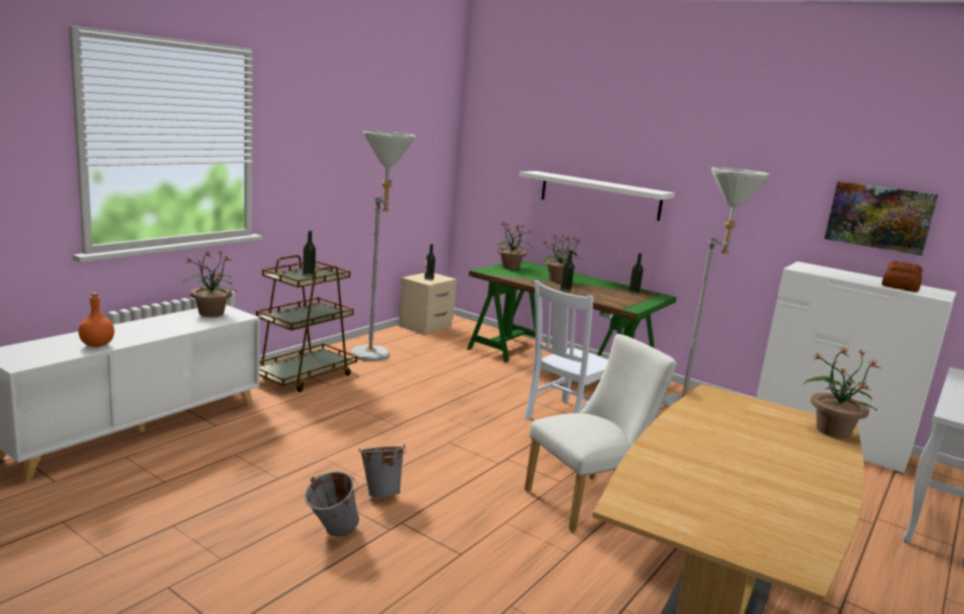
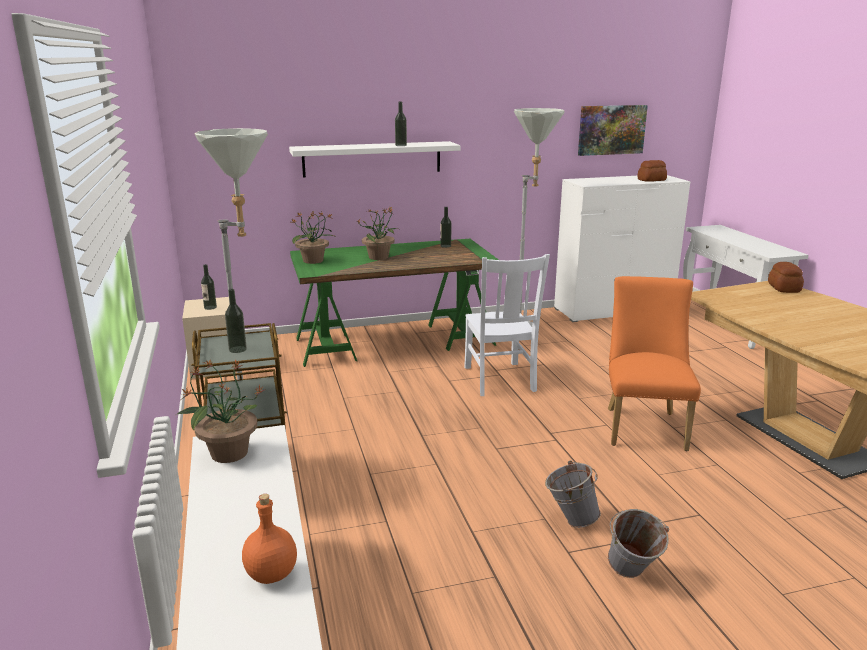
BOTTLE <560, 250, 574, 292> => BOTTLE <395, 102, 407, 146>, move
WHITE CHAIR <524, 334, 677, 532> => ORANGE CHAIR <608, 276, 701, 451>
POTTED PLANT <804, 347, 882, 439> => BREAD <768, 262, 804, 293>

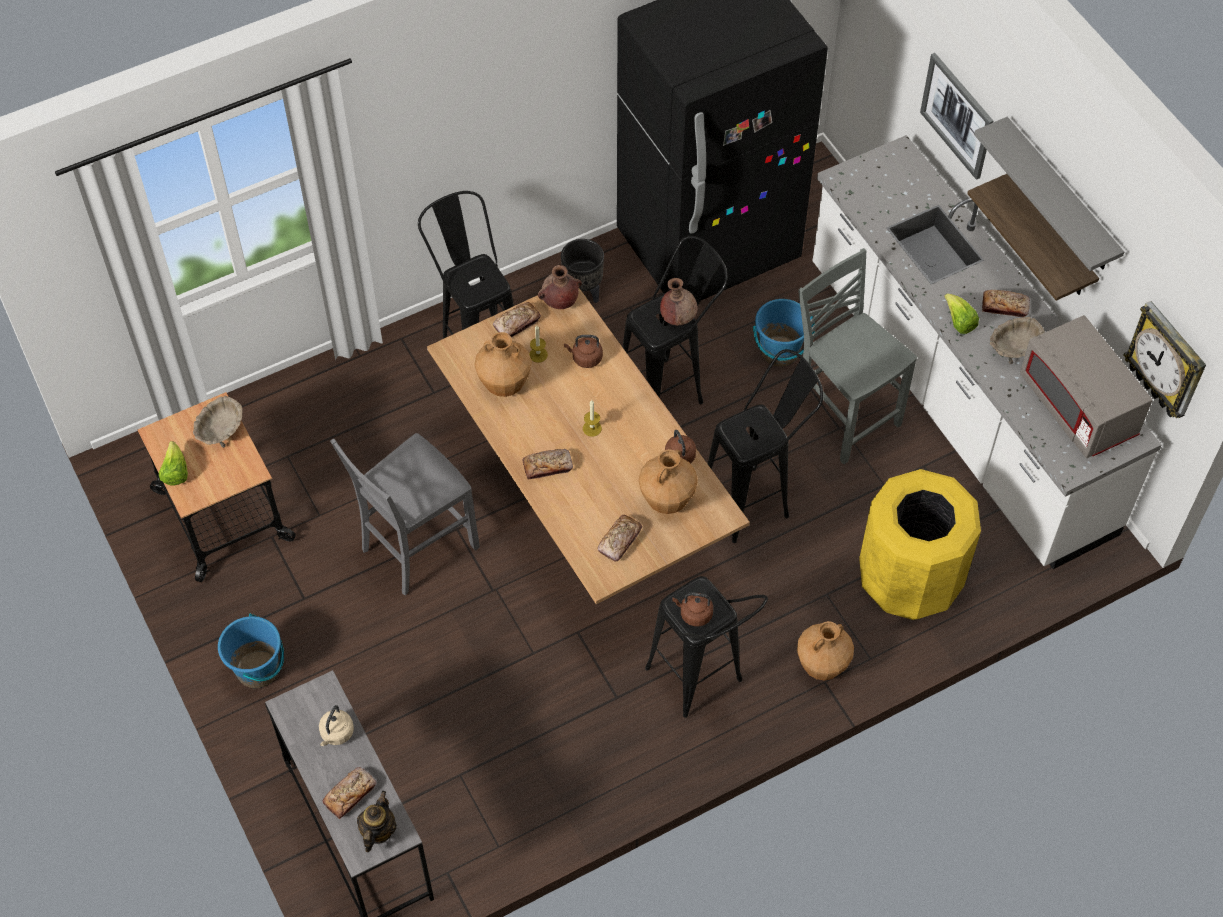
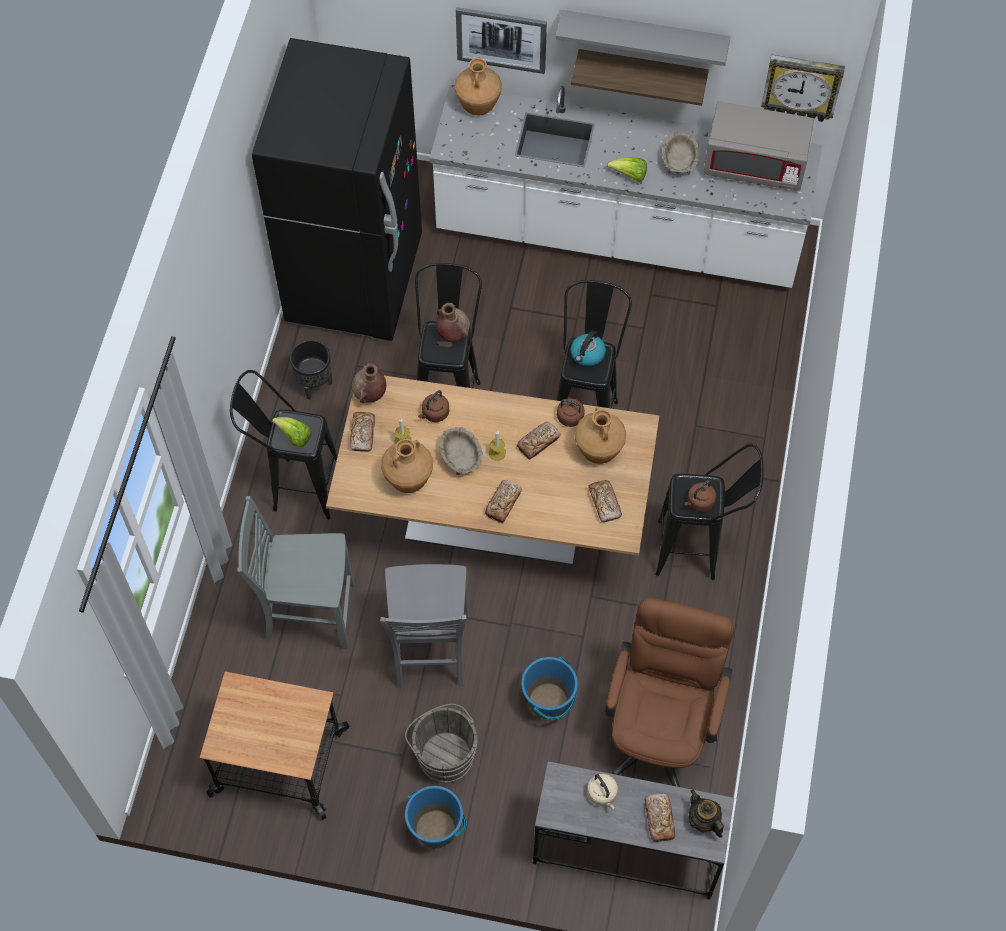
GREY CHAIR <798, 248, 917, 464> => GREY CHAIR <237, 496, 354, 649>, move
LETTUCE <159, 441, 188, 486> => LETTUCE <272, 417, 312, 447>, move
nothing => GREY BUCKET <405, 704, 478, 783>
BEIGE BOWL <193, 396, 242, 448> => BEIGE BOWL <440, 427, 483, 475>, move
BROWN VASE <797, 621, 854, 681> => BROWN VASE <454, 57, 502, 116>, move
BREAD <982, 290, 1030, 317> => BREAD <517, 422, 561, 460>, move
BLUE BUCKET <753, 299, 815, 367> => BLUE BUCKET <521, 656, 578, 719>, move
nothing => KETTLE <571, 330, 606, 367>
nothing => BROWN OFFICE CHAIR <605, 598, 734, 787>
YELLOW TRASH CAN <859, 469, 981, 620> => nothing

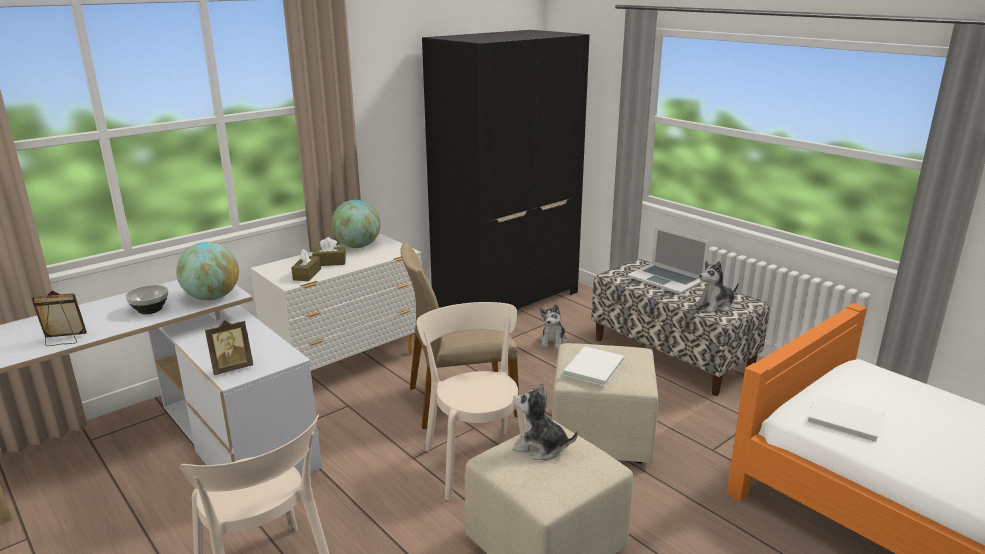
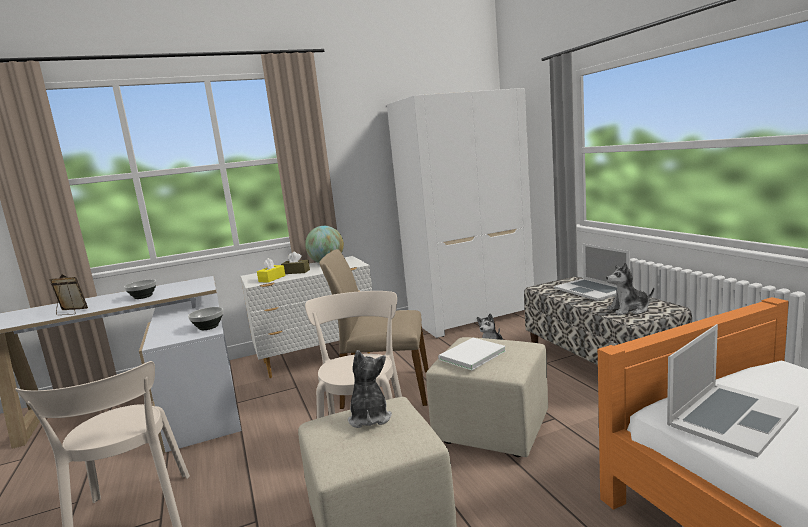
nothing => BOWL <188, 307, 223, 330>
BROWN TISSUE BOX <291, 249, 321, 281> => YELLOW TISSUE BOX <257, 258, 286, 283>
PLUSH TOY <513, 383, 578, 460> => PLUSH TOY <348, 350, 392, 428>, 45 degrees clockwise
BLACK WARDROBE <422, 30, 590, 309> => WHITE WARDROBE <387, 88, 534, 338>
WHITE BOOK <807, 394, 885, 443> => LAPTOP <667, 324, 799, 458>
GLOBE <176, 242, 239, 300> => nothing
PICTURE FRAME <205, 320, 253, 375> => nothing

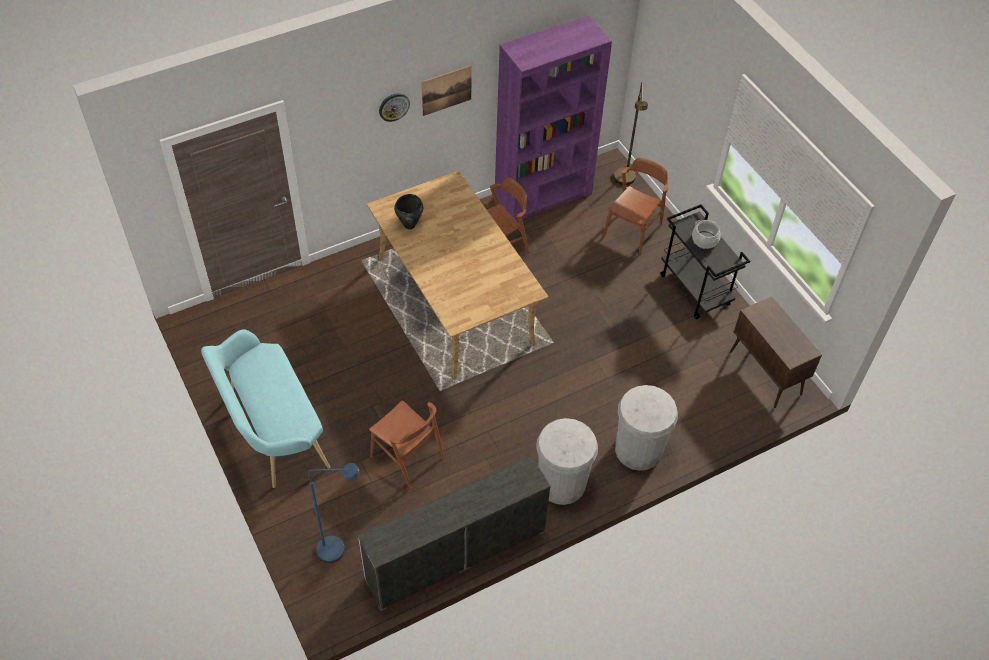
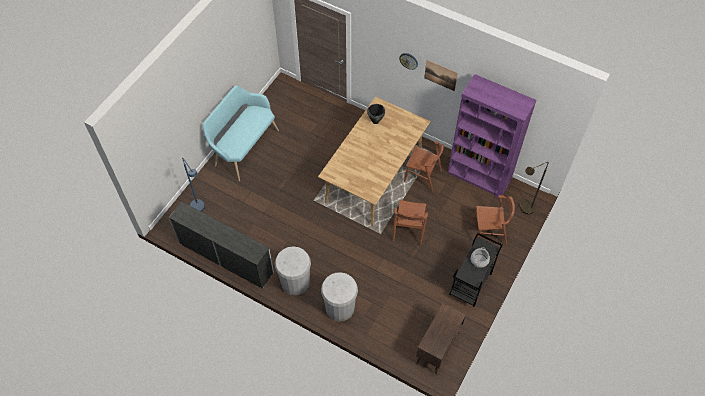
BROWN CHAIR <369, 401, 444, 490> => BROWN CHAIR <393, 200, 428, 246>, move

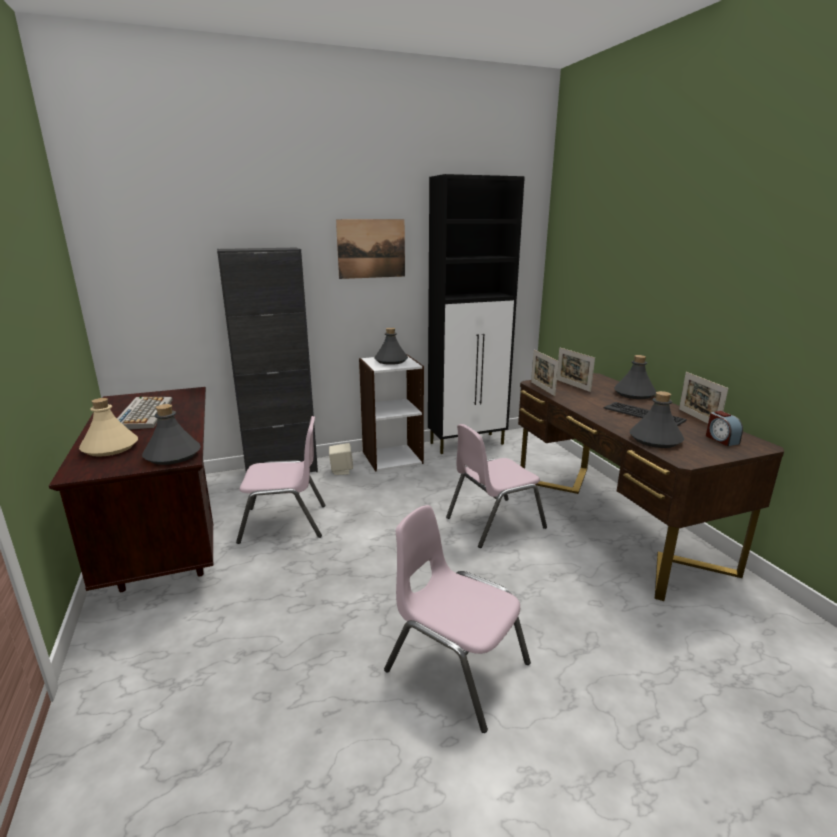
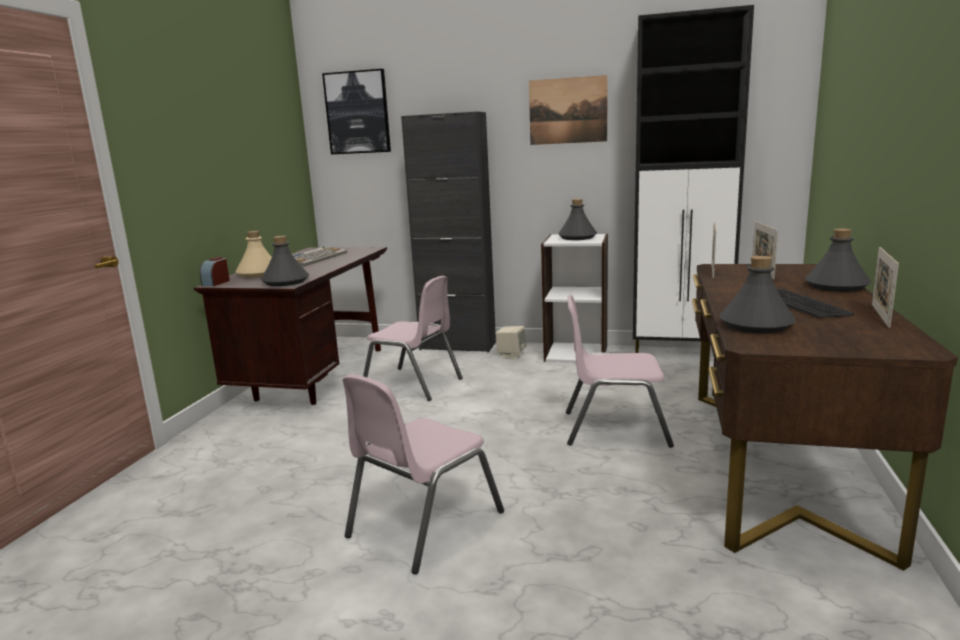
ALARM CLOCK <706, 411, 743, 446> => ALARM CLOCK <199, 257, 230, 286>, move
nothing => PICTURE <322, 69, 391, 154>
PINK CHAIR <384, 505, 531, 733> => PINK CHAIR <343, 374, 504, 574>, 120 degrees counterclockwise

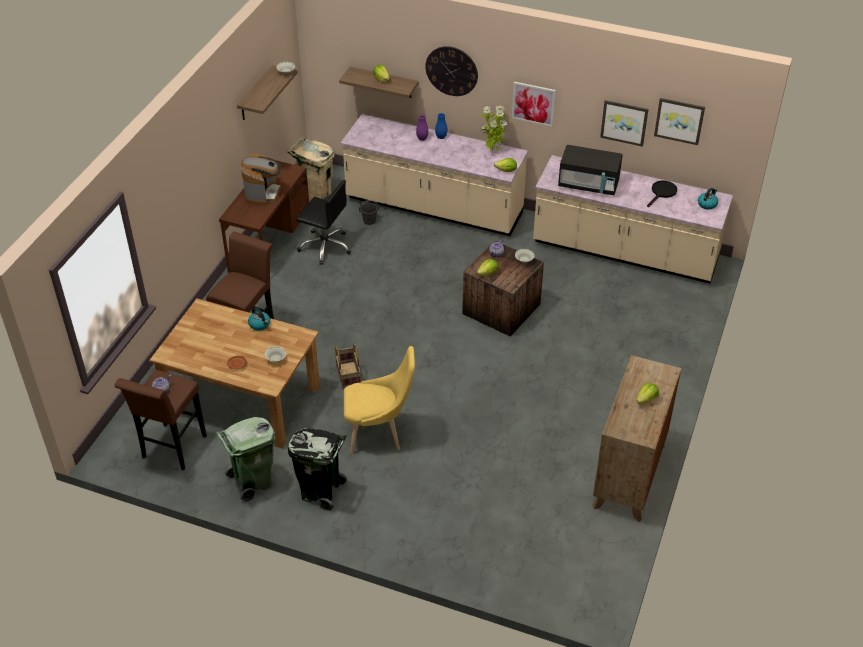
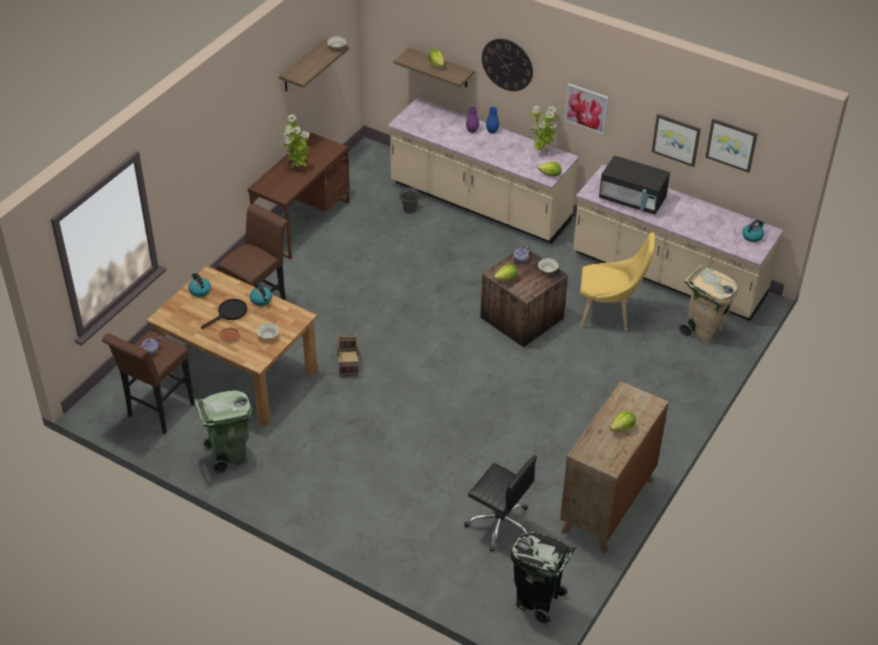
nothing => KETTLE <189, 273, 211, 297>
BLACK FRYING PAN <647, 180, 677, 207> => BLACK FRYING PAN <201, 299, 247, 329>, move
COFFEE MACHINE <241, 153, 281, 205> => POTTED PLANT <283, 114, 310, 168>
BLACK OFFICE CHAIR <296, 180, 351, 265> => BLACK OFFICE CHAIR <464, 455, 537, 552>, move
BLACK TRASH CAN <288, 428, 347, 512> => BLACK TRASH CAN <511, 532, 576, 625>, move
YELLOW CHAIR <344, 346, 415, 454> => YELLOW CHAIR <580, 232, 655, 332>, move
BEIGE TRASH CAN <287, 137, 334, 201> => BEIGE TRASH CAN <679, 264, 738, 344>, move

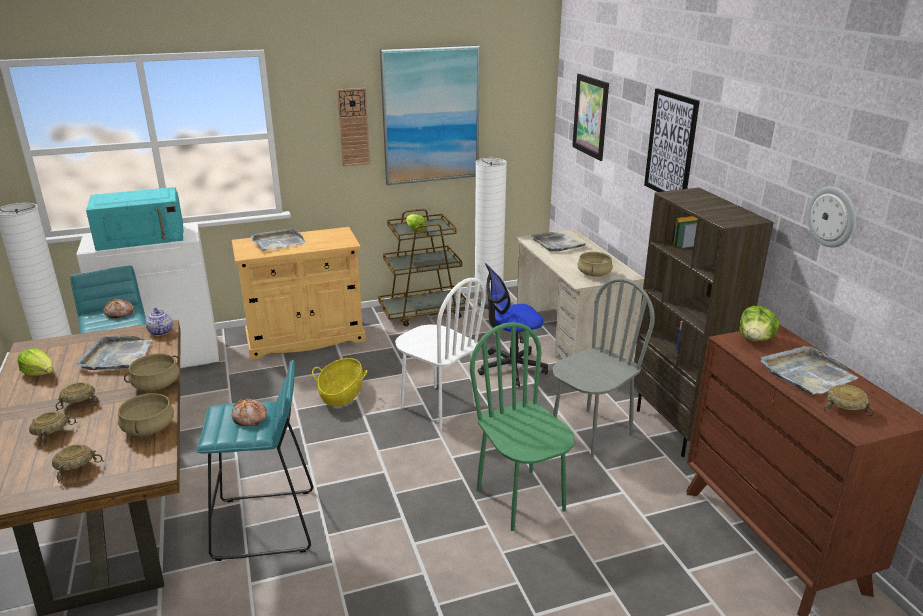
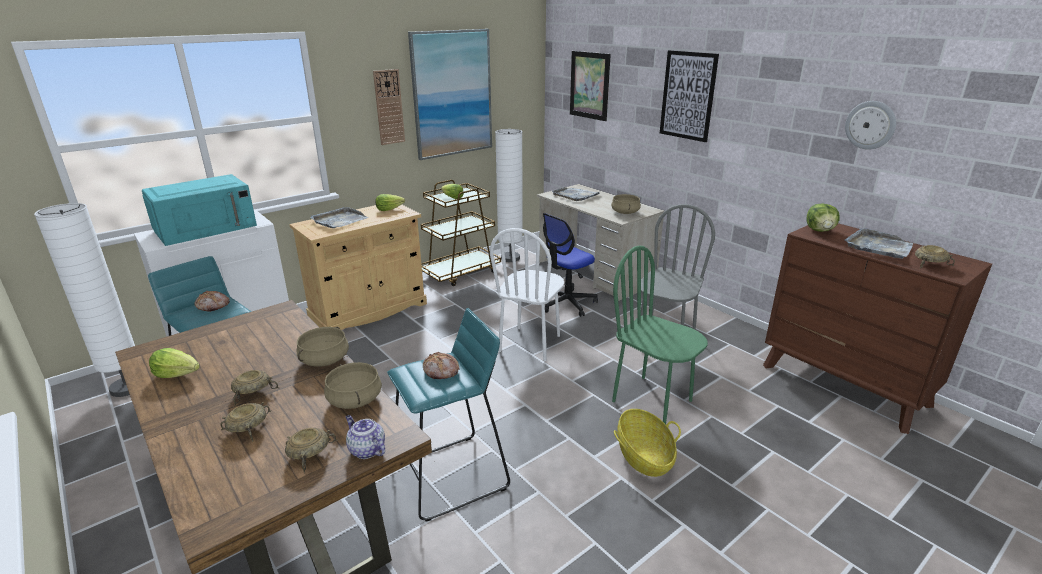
TEAPOT <146, 308, 173, 336> => TEAPOT <346, 415, 385, 459>, move
nothing => LETTUCE <375, 194, 405, 211>
WHITE CHAIR <395, 278, 486, 430> => WHITE CHAIR <490, 228, 564, 361>, 90 degrees clockwise
BASKET <312, 358, 367, 407> => BASKET <614, 409, 681, 477>, move
GREY TRAY <76, 336, 152, 370> => nothing
BROWN BOOKCASE <634, 188, 774, 457> => nothing

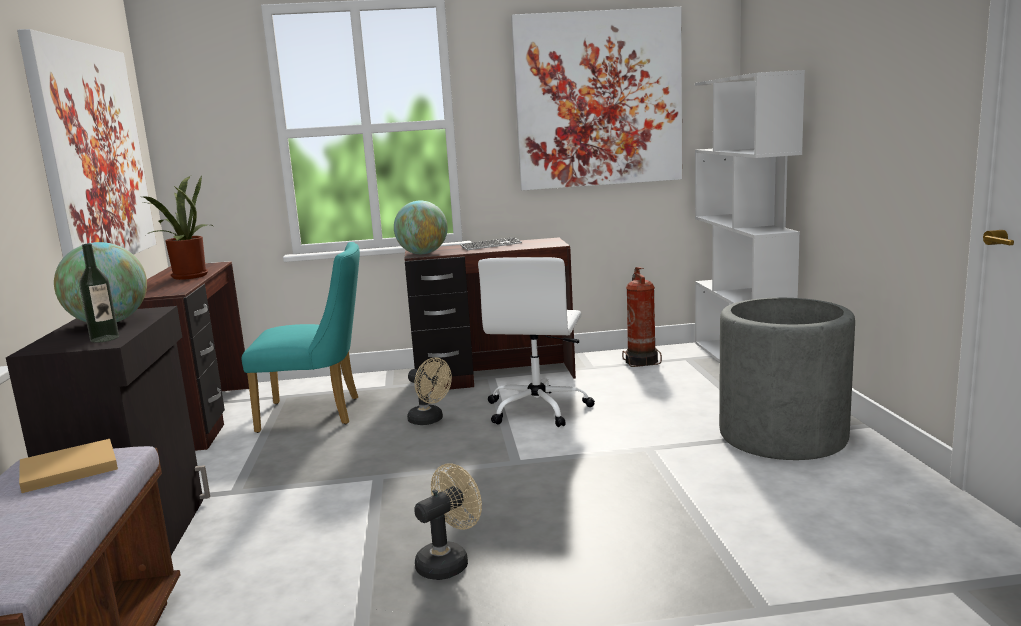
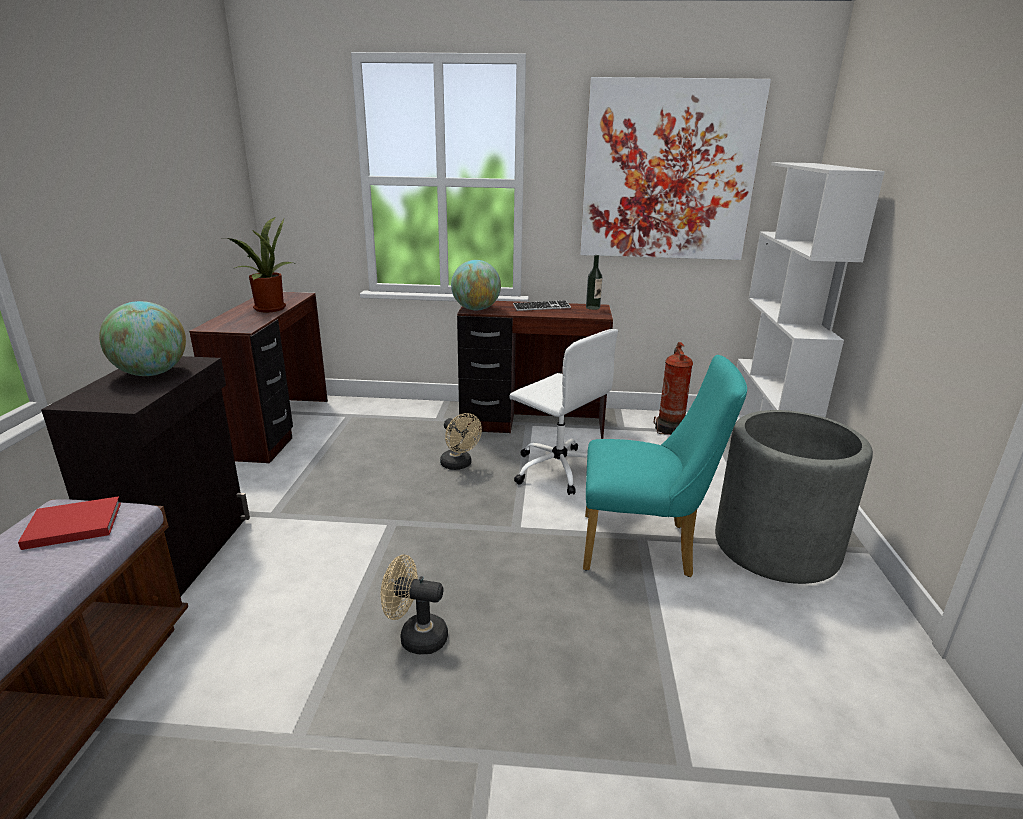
BEIGE BOOK <19, 439, 118, 493> => RED BOOK <18, 496, 121, 550>
BEIGE FAN <415, 463, 482, 580> => BEIGE FAN <381, 555, 448, 655>, 135 degrees counterclockwise
WHITE OFFICE CHAIR <478, 257, 595, 427> => WHITE OFFICE CHAIR <509, 329, 618, 495>, 75 degrees counterclockwise
TURQUOISE CHAIR <242, 242, 360, 433> => TURQUOISE CHAIR <583, 355, 747, 577>, move
BOTTLE <79, 243, 119, 343> => BOTTLE <586, 255, 602, 310>, move
PICTURE <17, 29, 156, 258> => nothing

